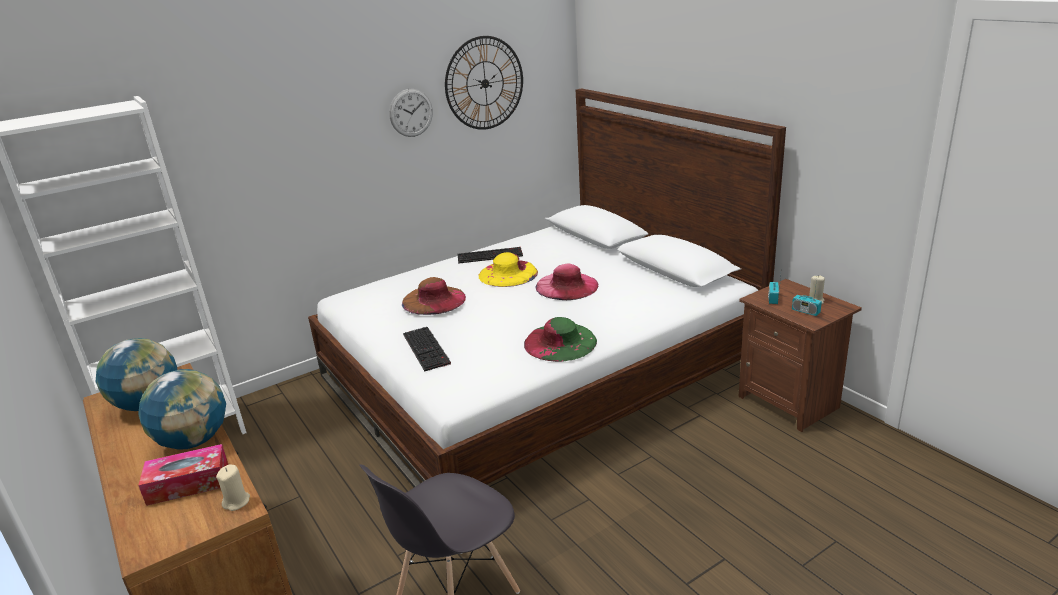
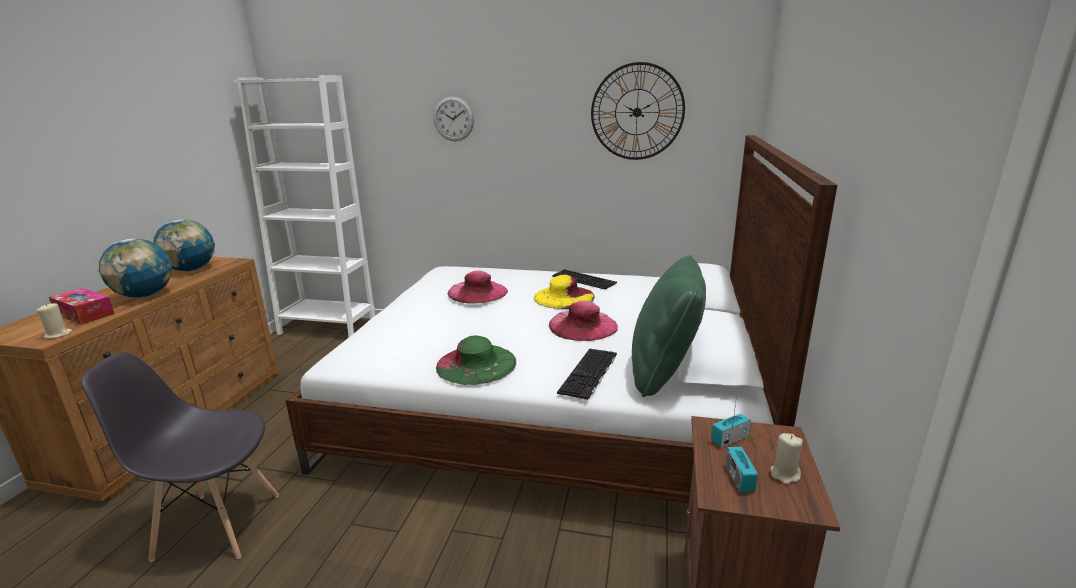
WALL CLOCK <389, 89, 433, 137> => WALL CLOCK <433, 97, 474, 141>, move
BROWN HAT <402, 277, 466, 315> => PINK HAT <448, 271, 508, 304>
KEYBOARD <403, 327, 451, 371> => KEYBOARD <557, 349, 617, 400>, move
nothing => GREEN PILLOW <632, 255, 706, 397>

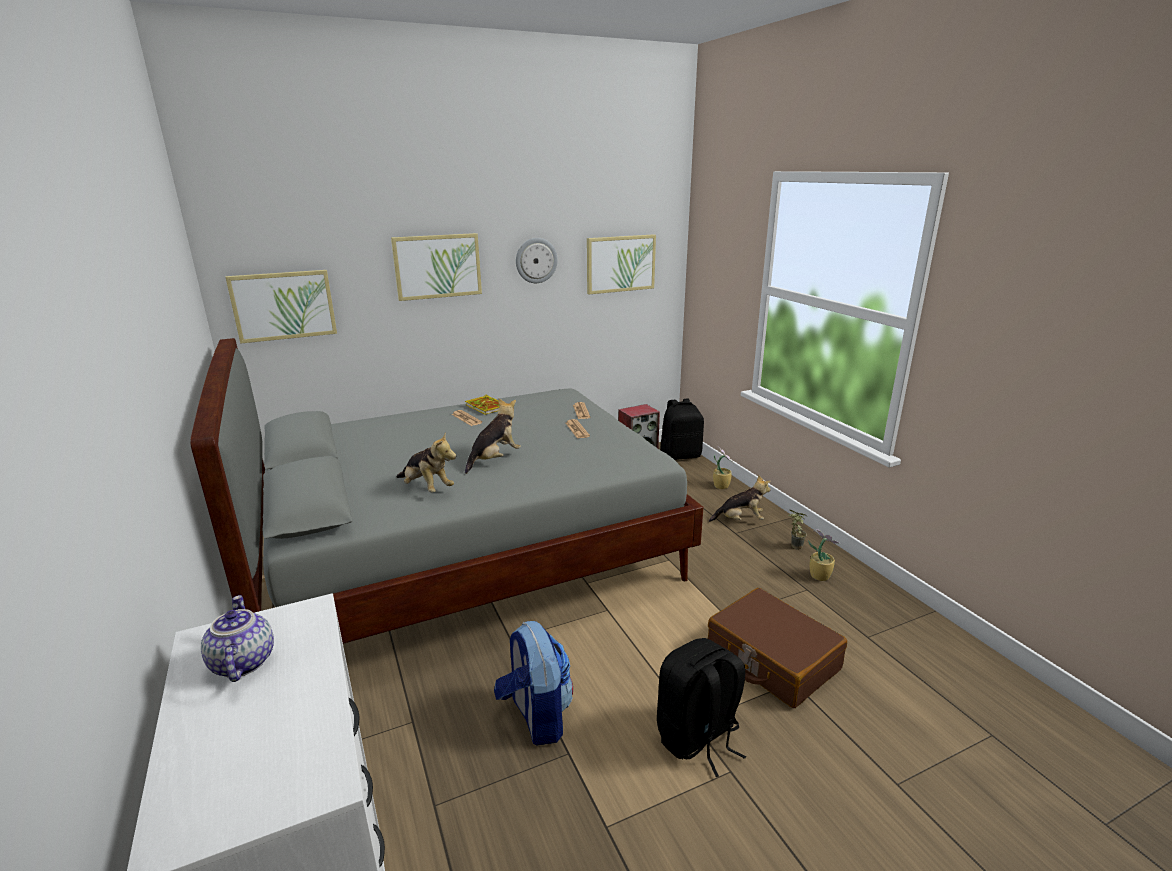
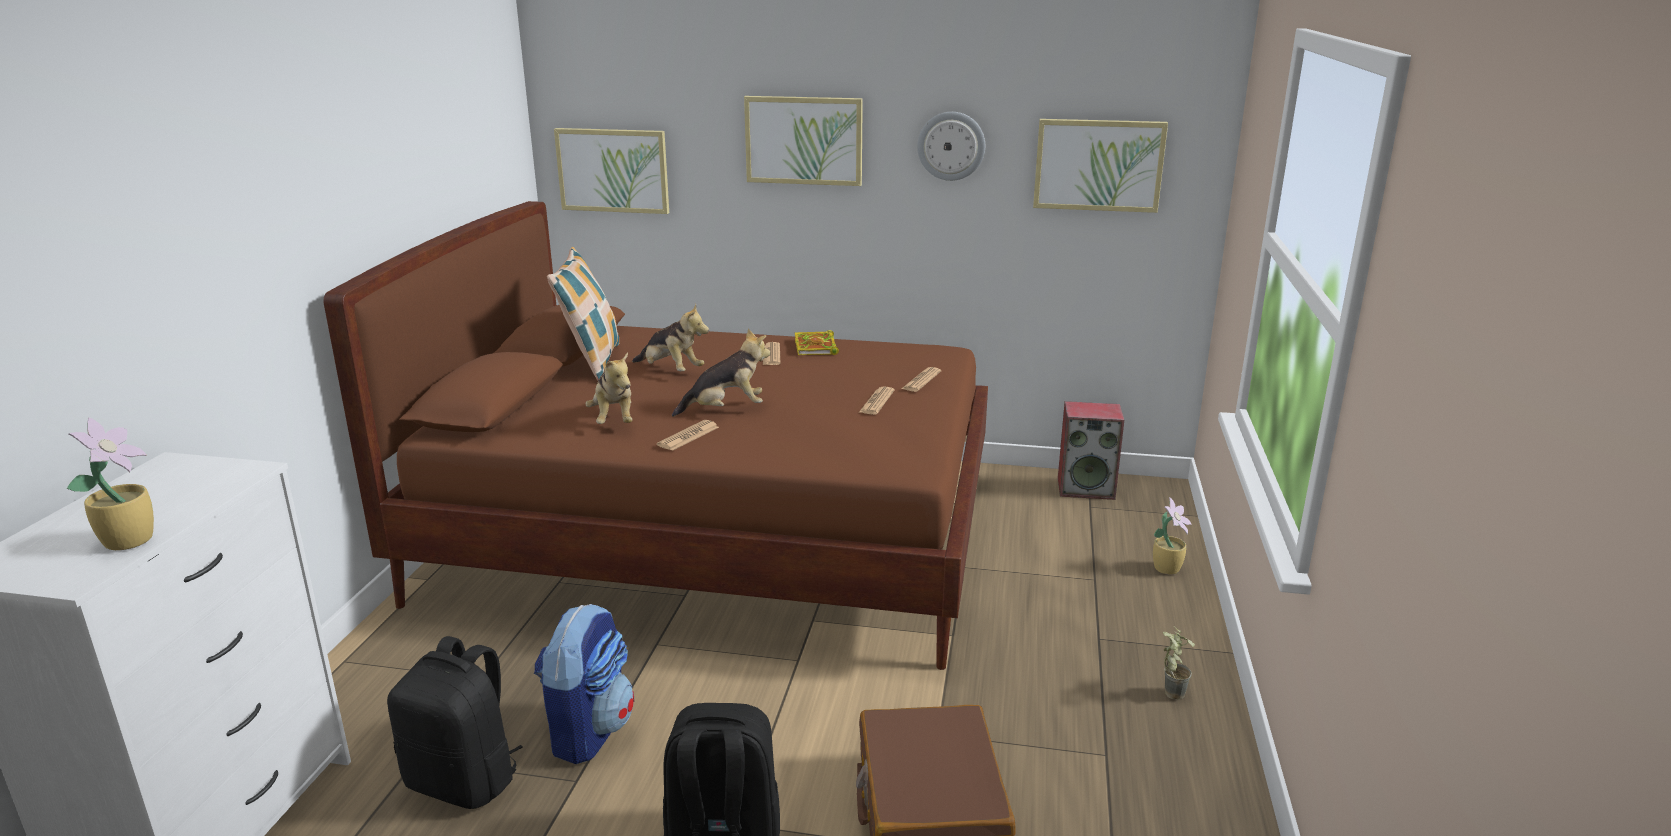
POTTED PLANT <808, 529, 840, 581> => POTTED PLANT <67, 418, 154, 550>, move
GREY BED <190, 338, 704, 644> => BROWN BED <323, 201, 988, 670>
BLACK BACKPACK <660, 399, 704, 460> => BLACK BACKPACK <387, 636, 523, 809>, move
nothing => PILLOW <547, 247, 619, 381>
PLUSH TOY <709, 475, 770, 522> => PLUSH TOY <632, 304, 709, 371>, move
nothing => NEWSPAPER <657, 420, 719, 451>
TEAPOT <201, 595, 274, 682> => nothing

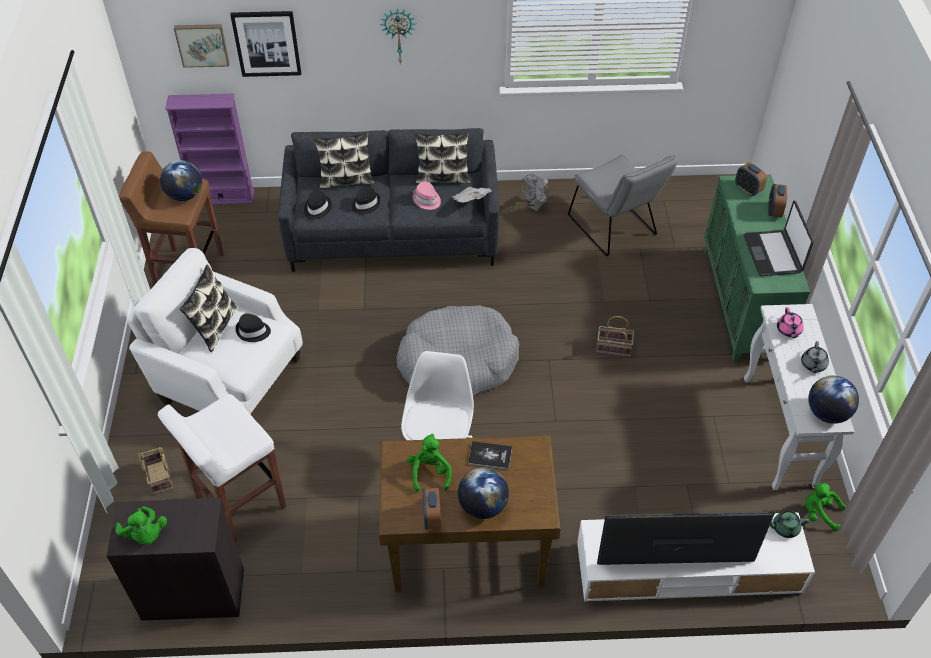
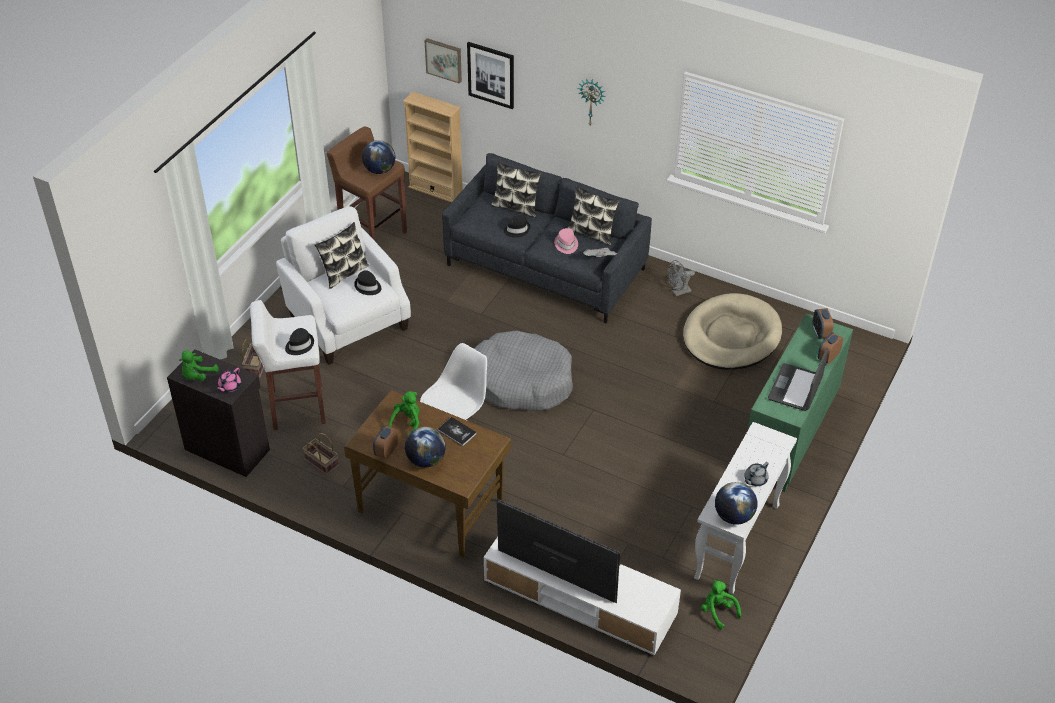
GREEN PLUSH TOY <116, 506, 167, 545> => GREEN PLUSH TOY <179, 350, 219, 381>, 45 degrees clockwise
PINK TEAPOT <777, 307, 804, 338> => PINK TEAPOT <217, 368, 241, 392>, move
BLACK HAT <304, 190, 332, 220> => BLACK HAT <285, 328, 314, 355>, move
BASKET <596, 316, 634, 357> => BASKET <303, 433, 339, 476>, move
PURPLE BOOKCASE <165, 94, 254, 205> => BEIGE BOOKCASE <403, 91, 463, 203>
GREY CHAIR <568, 154, 678, 256> => BEIGE DOG BED <683, 293, 782, 370>
GREEN TEAPOT <770, 511, 809, 538> => nothing

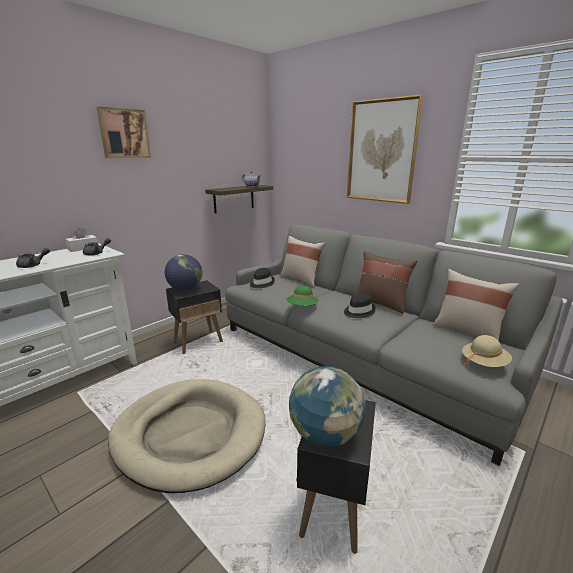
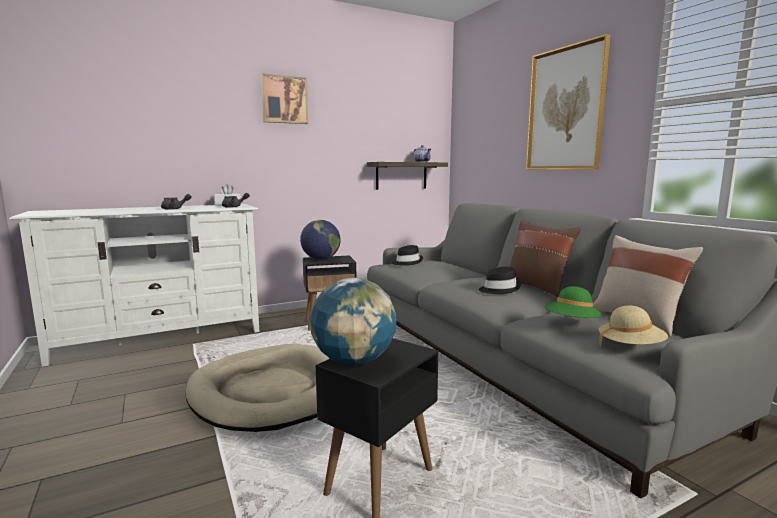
GREEN HAT <286, 286, 318, 306> => GREEN HAT <545, 286, 602, 318>, move
BEIGE PILLOW <280, 236, 325, 287> => nothing

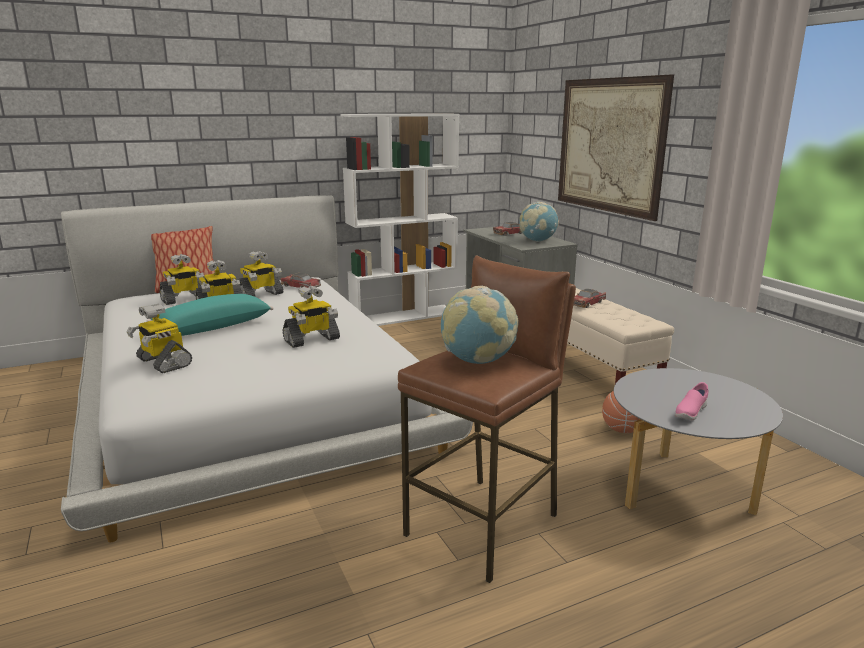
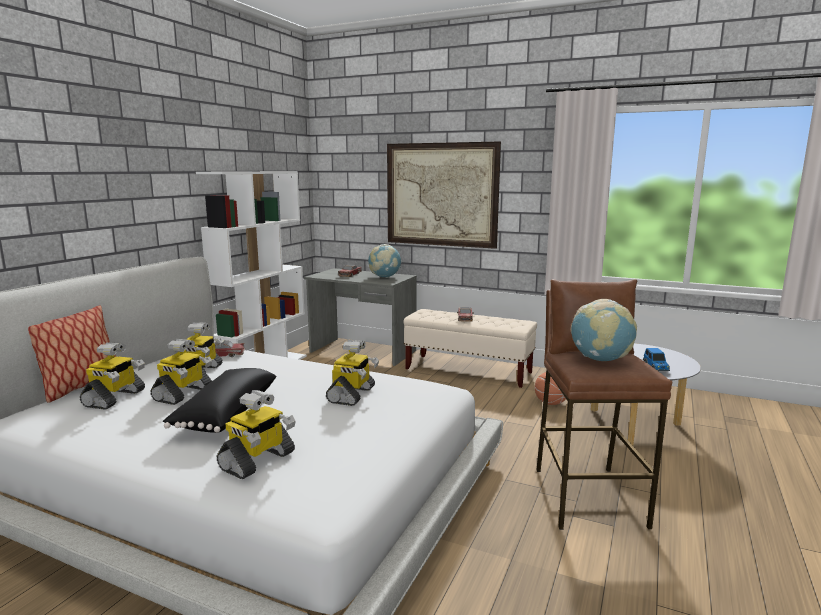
TURQUOISE PILLOW <146, 294, 274, 336> => BLACK PILLOW <162, 368, 276, 433>
TOY ROBOT <127, 304, 192, 373> => TOY ROBOT <217, 390, 296, 479>, 60 degrees counterclockwise
PINK SHOE <675, 382, 708, 420> => TOY CAR <643, 348, 670, 371>

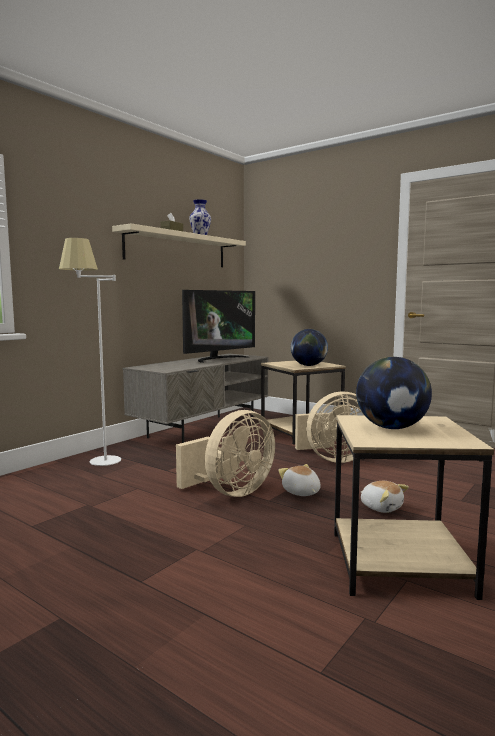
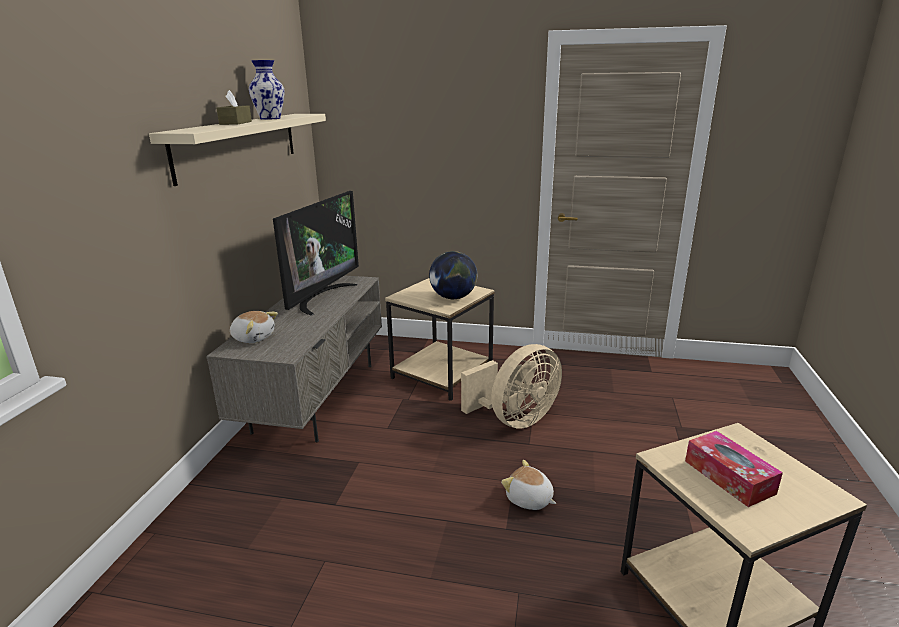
PLUSH TOY <361, 481, 409, 513> => PLUSH TOY <230, 311, 278, 343>, move
GLOBE <356, 357, 432, 429> => TISSUE BOX <685, 431, 783, 507>
WHITE FLOOR LAMP <59, 238, 121, 466> => nothing
BEIGE FAN <176, 410, 275, 497> => nothing

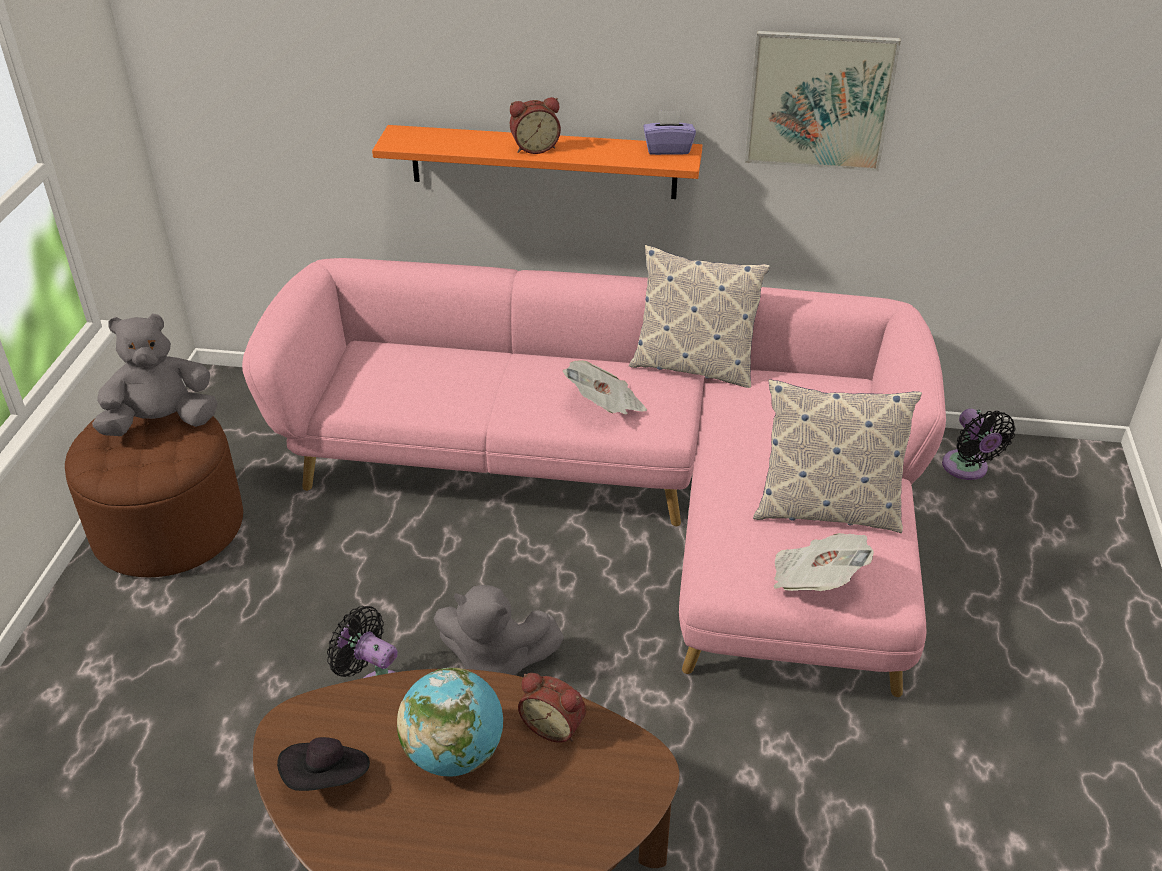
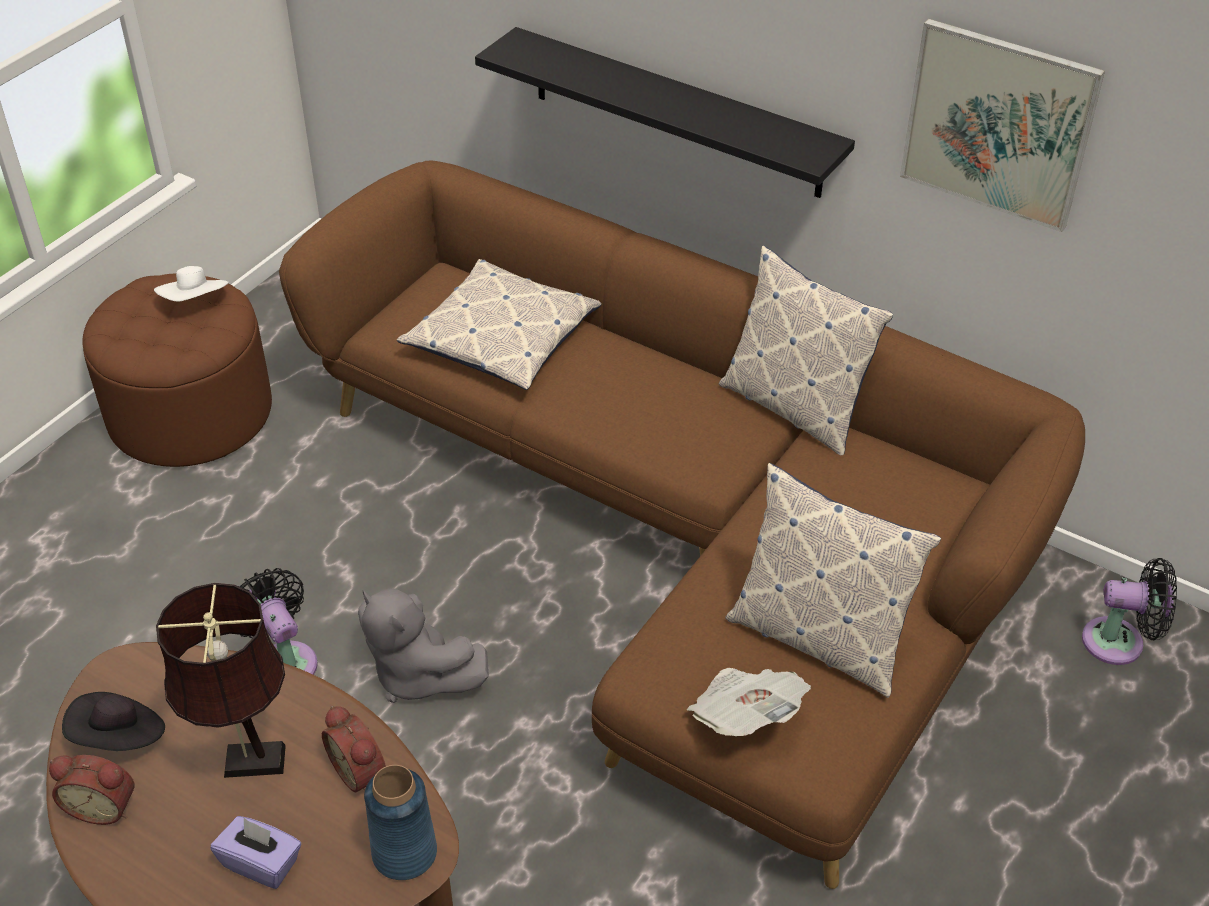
ALARM CLOCK <510, 97, 561, 154> => ALARM CLOCK <49, 755, 135, 825>, move
GREY PLUSH TOY <92, 313, 218, 436> => WHITE HAT <154, 266, 229, 301>
GLOBE <397, 668, 503, 776> => BROWN TABLE LAMP <156, 583, 286, 778>
PURPLE TISSUE BOX <643, 110, 696, 155> => PURPLE TISSUE BOX <211, 816, 301, 889>, move
PINK SOFA <242, 258, 946, 697> => BROWN SOFA <279, 160, 1085, 889>
nothing => BLUE VASE <364, 765, 437, 880>
nothing => PILLOW <397, 259, 602, 390>
ORANGE SHELF <372, 125, 702, 199> => BLACK SHELF <475, 27, 855, 198>
BLACK FAN <942, 409, 1015, 480> => BLACK FAN <1082, 558, 1177, 665>, 90 degrees counterclockwise
NEWSPAPER <563, 360, 647, 415> => nothing

